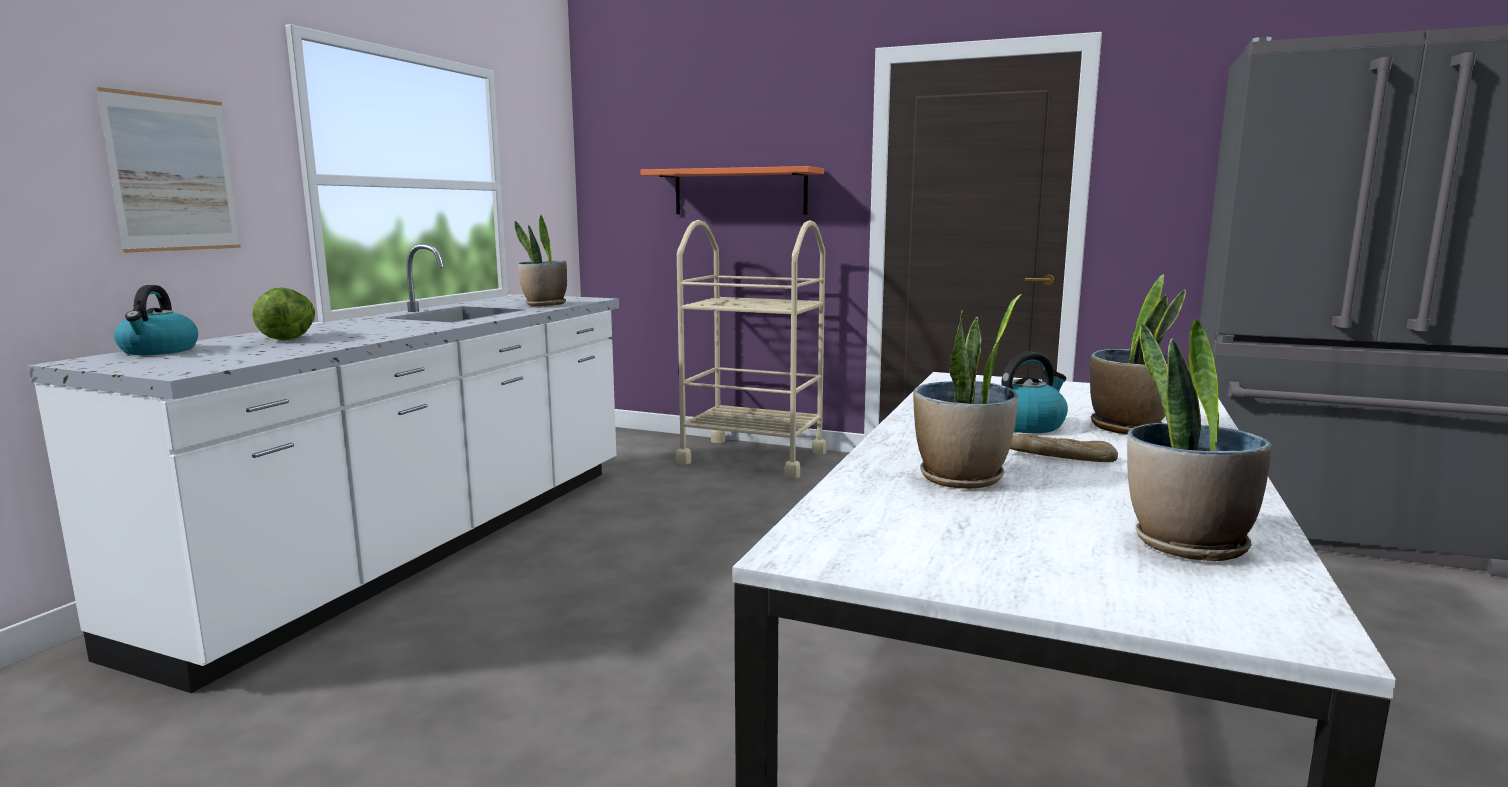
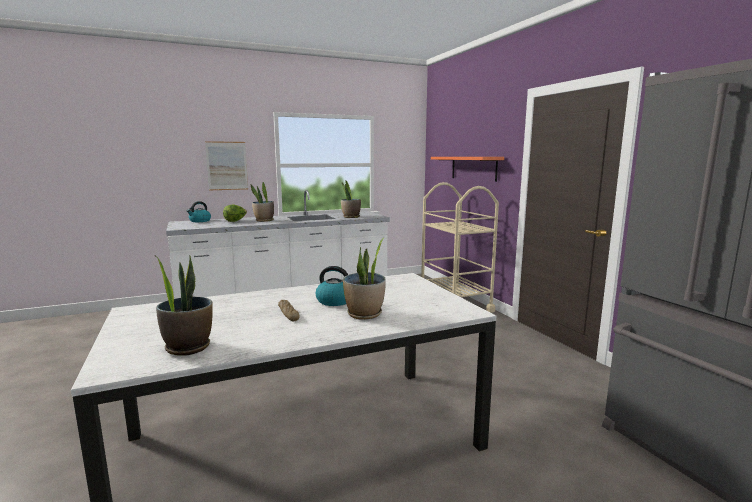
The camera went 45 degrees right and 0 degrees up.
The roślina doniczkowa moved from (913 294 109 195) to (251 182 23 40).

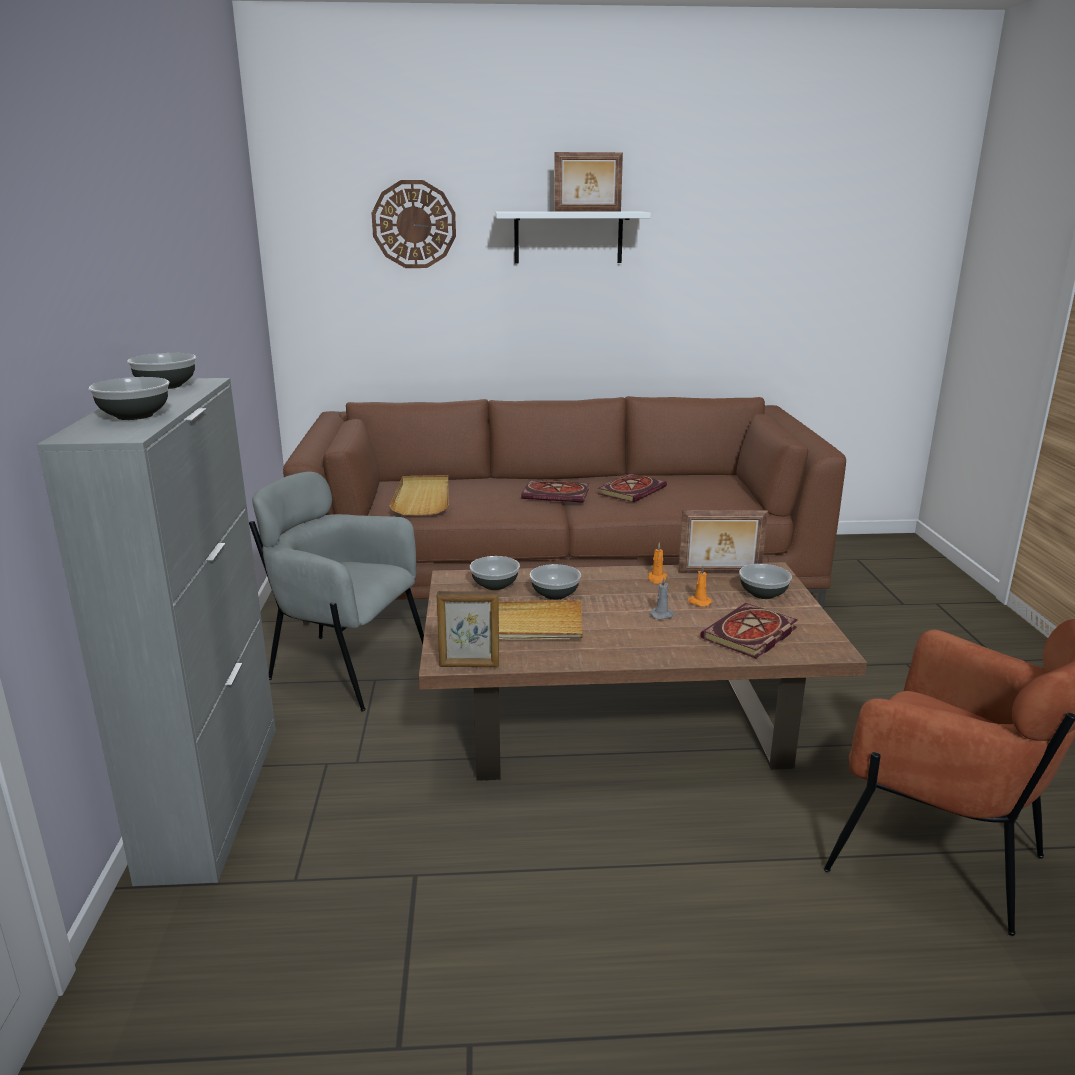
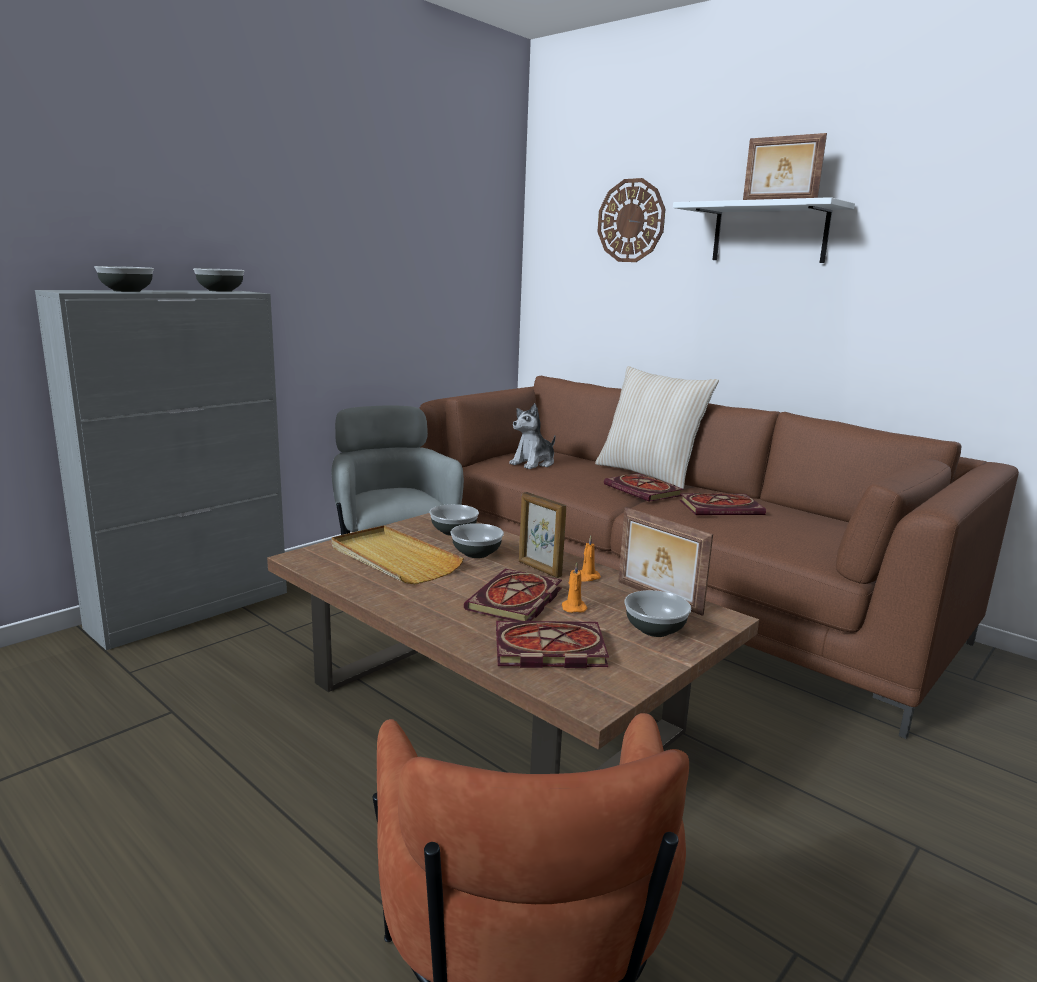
The camera went 45 degrees right and 5 degrees down.
The taca [beżowy] at (390 475 59 40) was replaced by the pluszak at (509 403 46 66).
The świeca [szary] at (650 577 25 42) was replaced by the książka at (464 569 98 52).
The ramka na zdjęcie moved from (437 591 62 76) to (519 492 47 86).
The poduszka [beżowy] at (595 366 124 123) appeared.

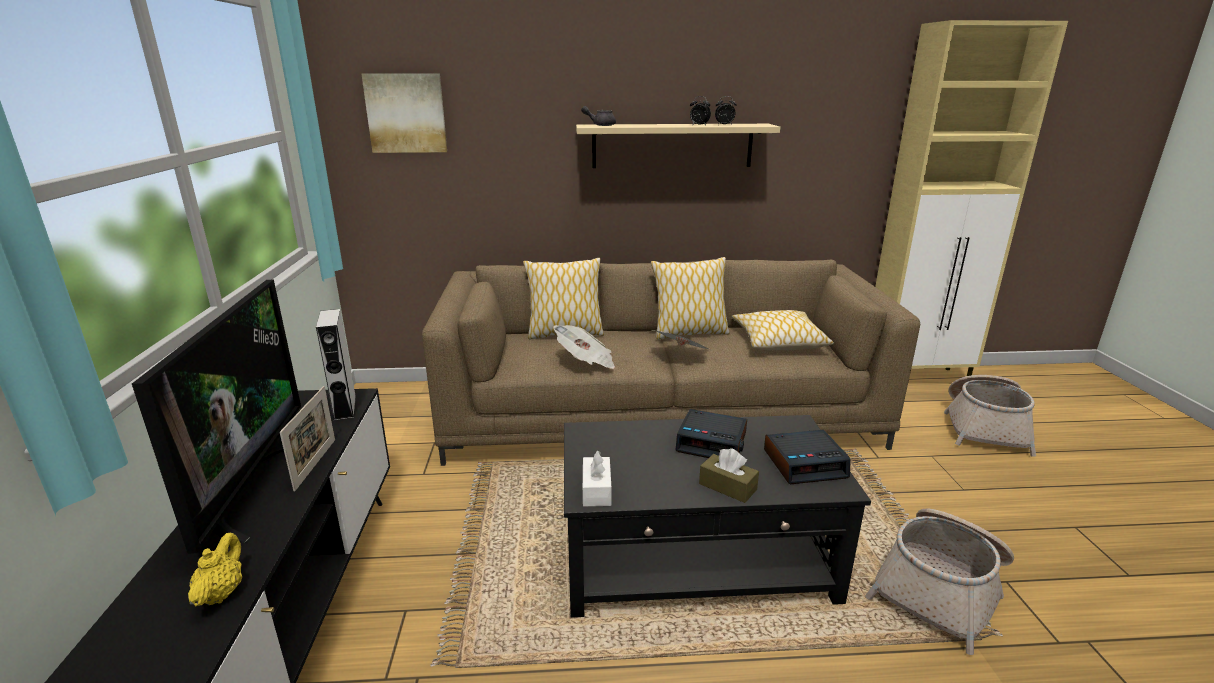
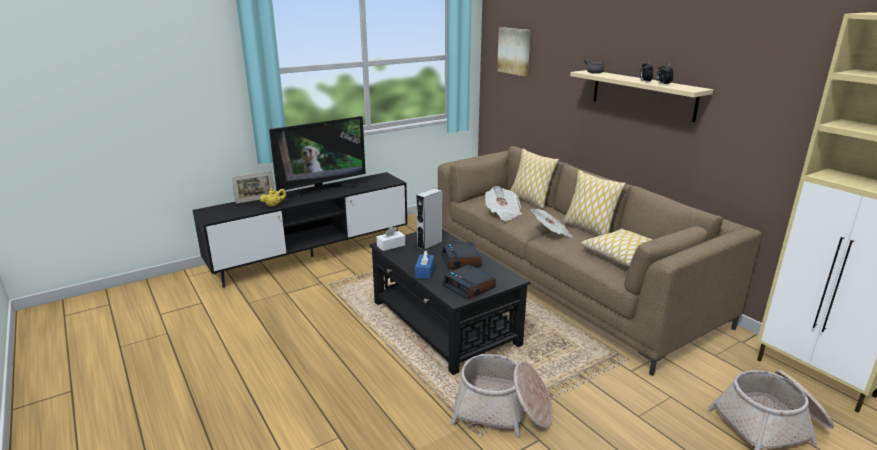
The camera went 60 degrees right and 0 degrees up.
The głośnik [szary] moved from (316 309 40 112) to (416 188 26 62).
The ramka na zdjęcie moved from (280 386 55 105) to (232 171 42 33).
The pudełko chusteczek [brązowy] at (699 448 60 55) became the pudełko chusteczek [niebieski] at (415 250 19 29).

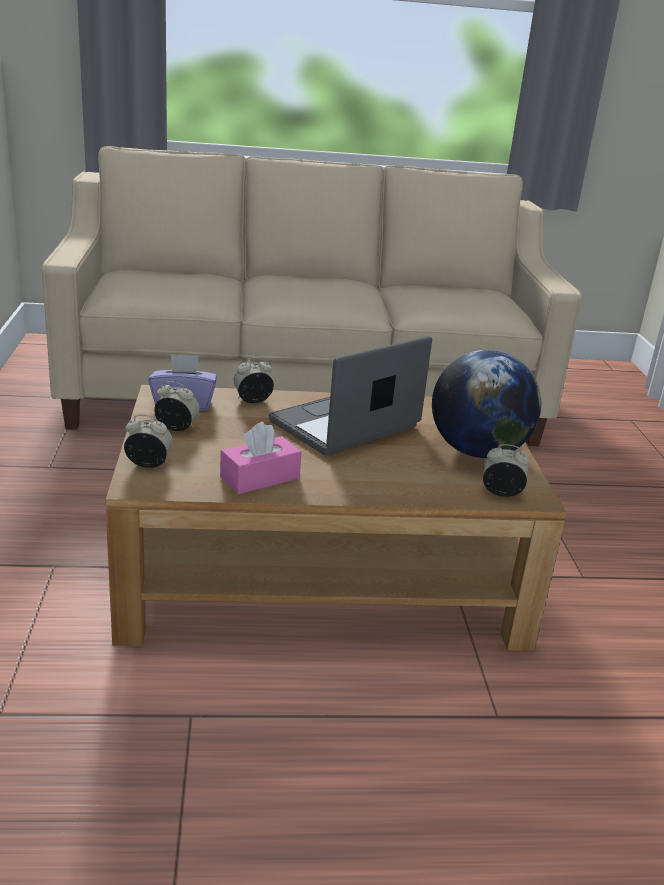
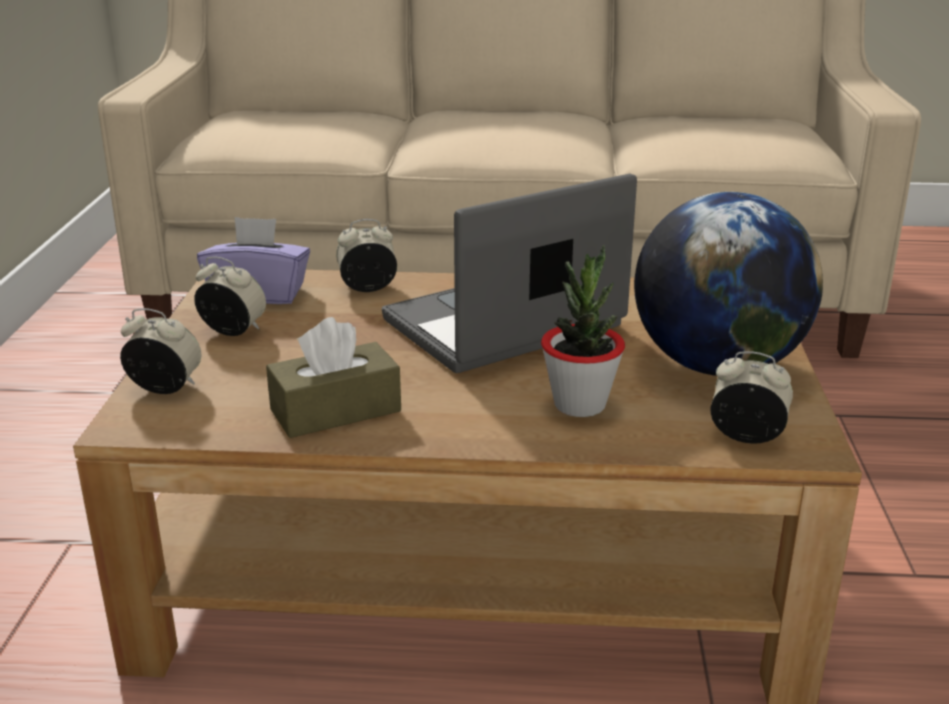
The camera went 10 degrees right and 0 degrees up.
The pudełko chusteczek [różowy] at (220 422 82 72) became the pudełko chusteczek [brązowy] at (266 317 135 121).
The roślina doniczkowa at (541 245 84 172) appeared.

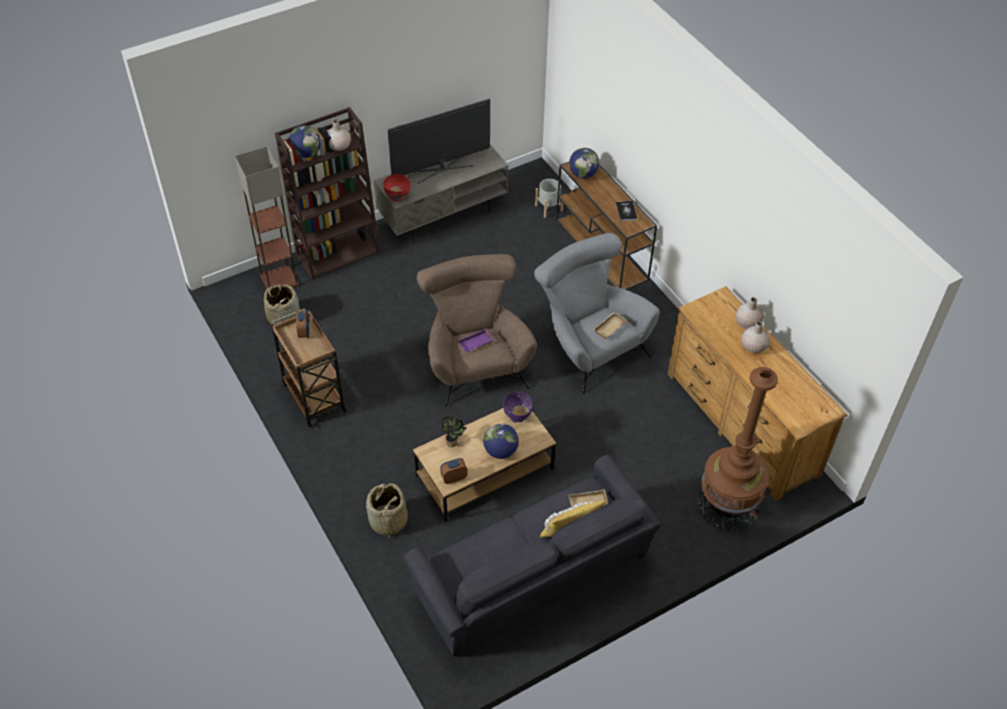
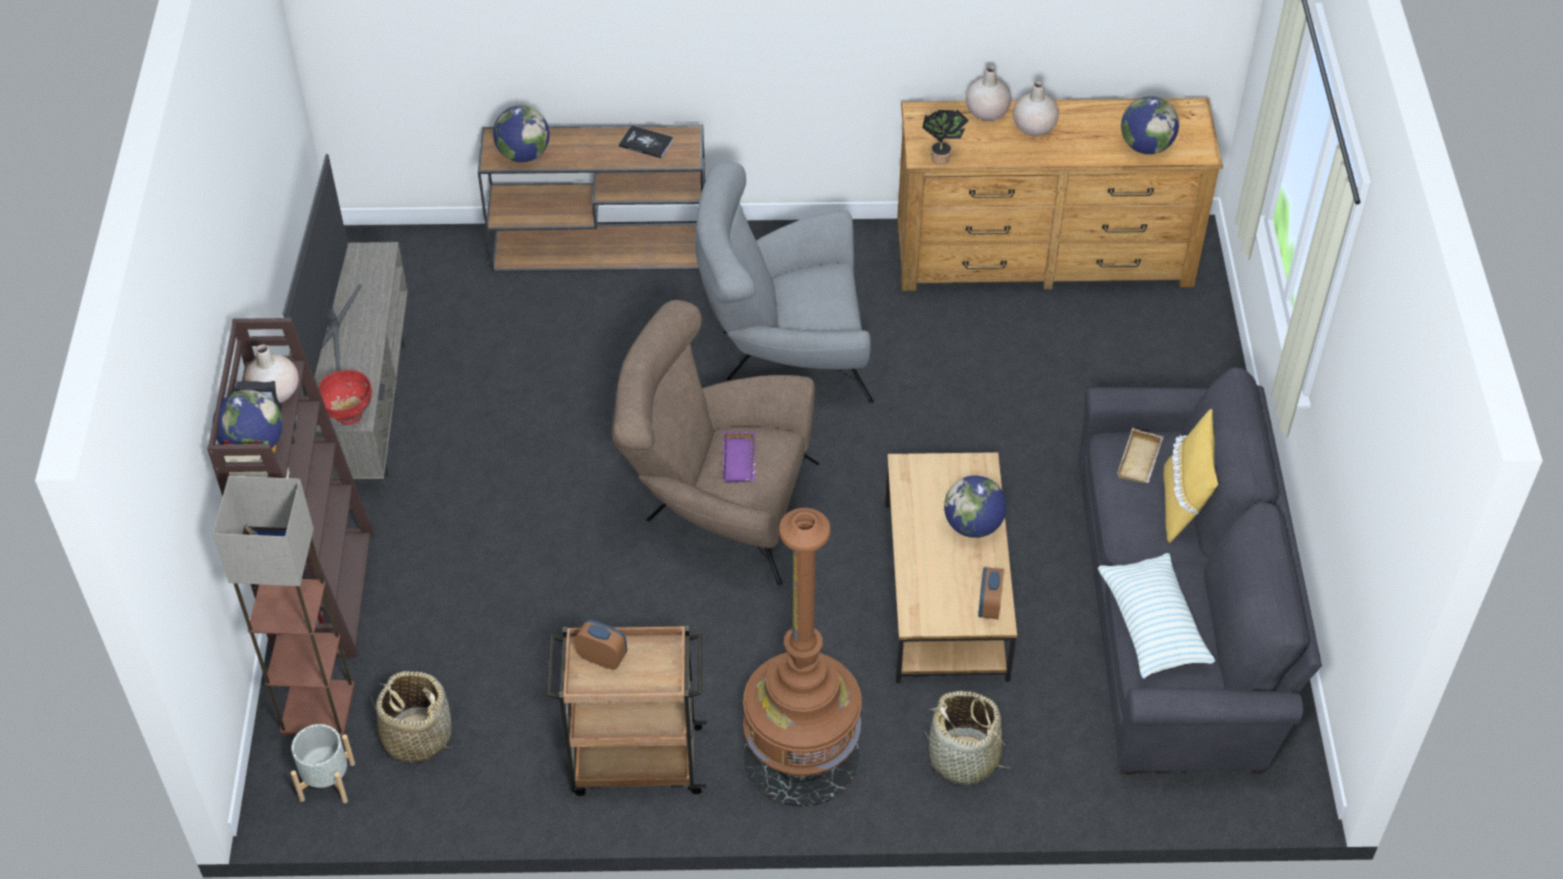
The camera went 60 degrees left and 0 degrees up.
The donica [szary] moved from (535 179 28 39) to (291 724 64 79).
The taca [beżowy] at (593 312 34 27) disappeared.
The lampa stojąca [brązowy] moved from (697 367 81 164) to (743 508 119 299).
The miska [fioletowy] at (503 391 30 31) disappeared.
The roślina doniczkowa moved from (441 415 26 32) to (922 109 47 56).
The globus at (1121 96 58 58) appeared.
The poduszka at (1098 553 118 126) appeared.

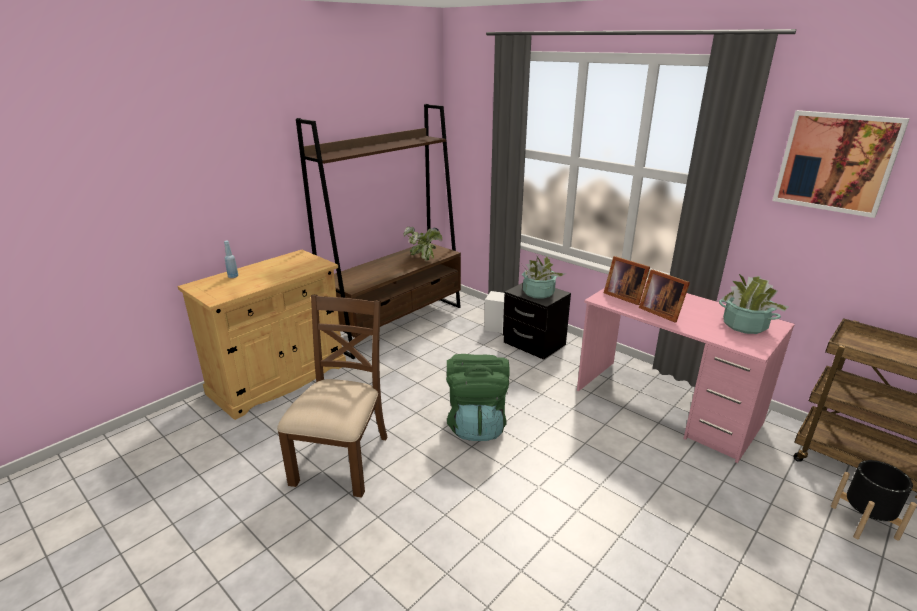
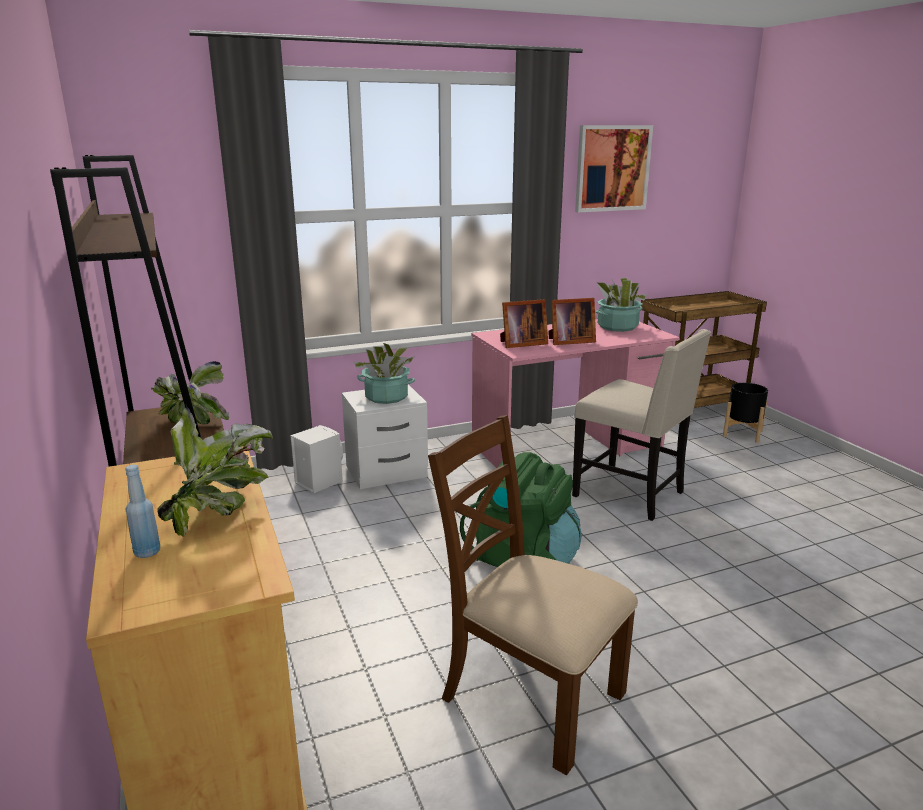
The camera went 65 degrees left and 5 degrees down.
The szafka nocna [czarny] at (503 283 68 77) became the szafka nocna [biały] at (342 384 86 105).
The krzesło [beżowy] at (572 329 139 192) appeared.
The roślina doniczkowa at (157 404 116 133) appeared.

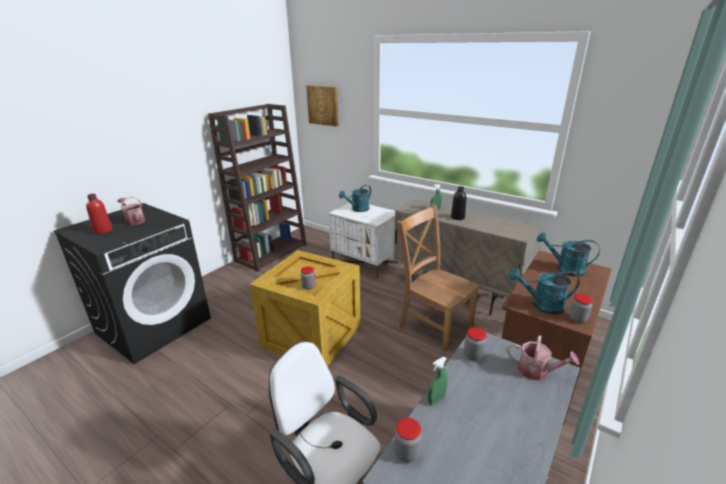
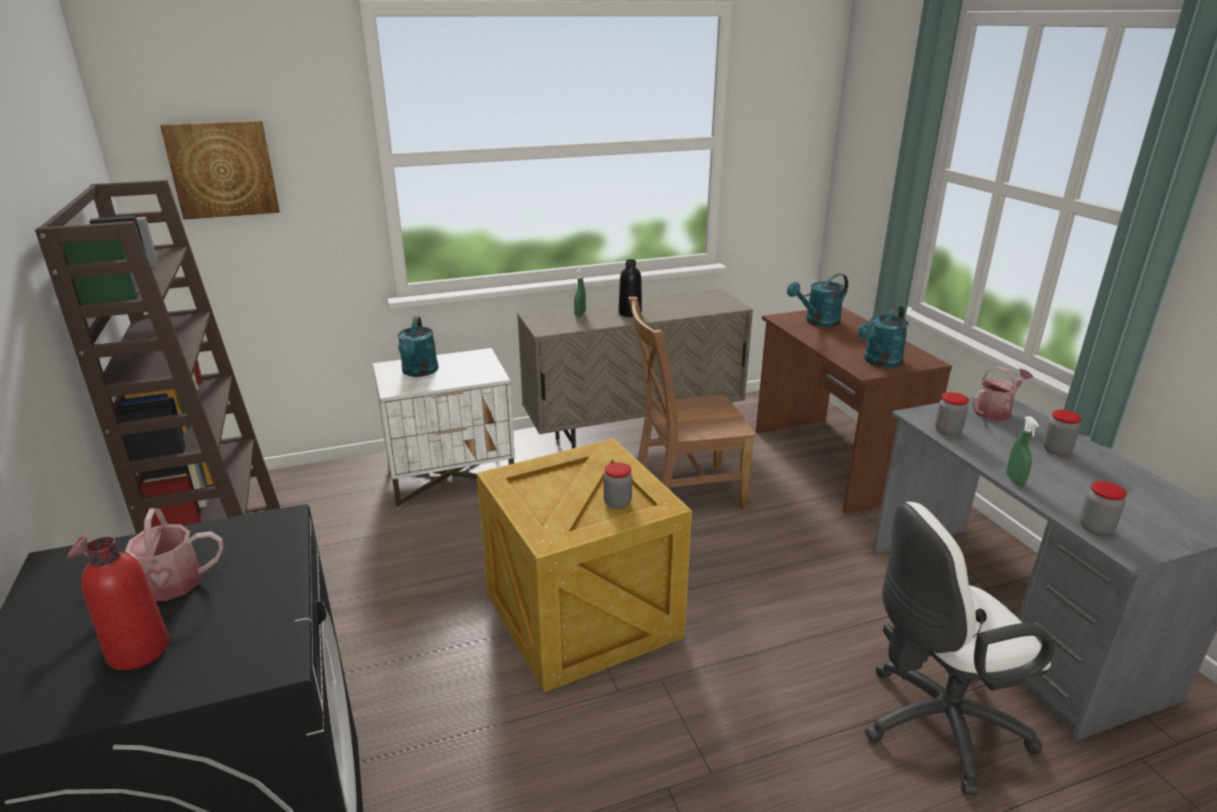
The camera went 55 degrees left and 0 degrees up.
The słoik moved from (569 294 24 29) to (1043 410 39 46).

